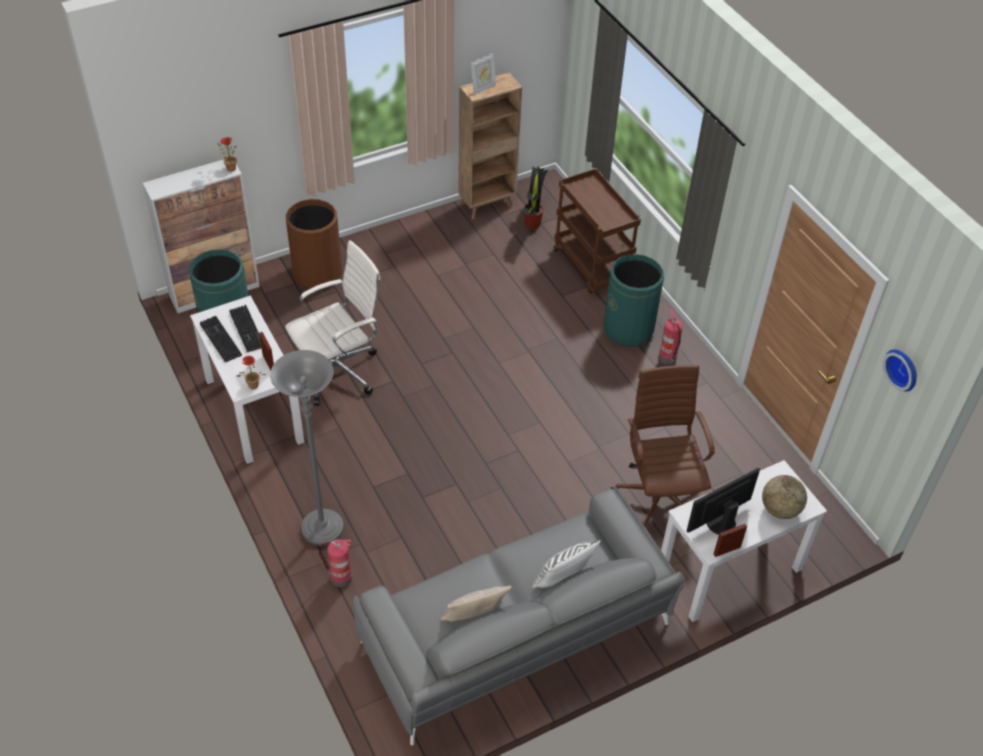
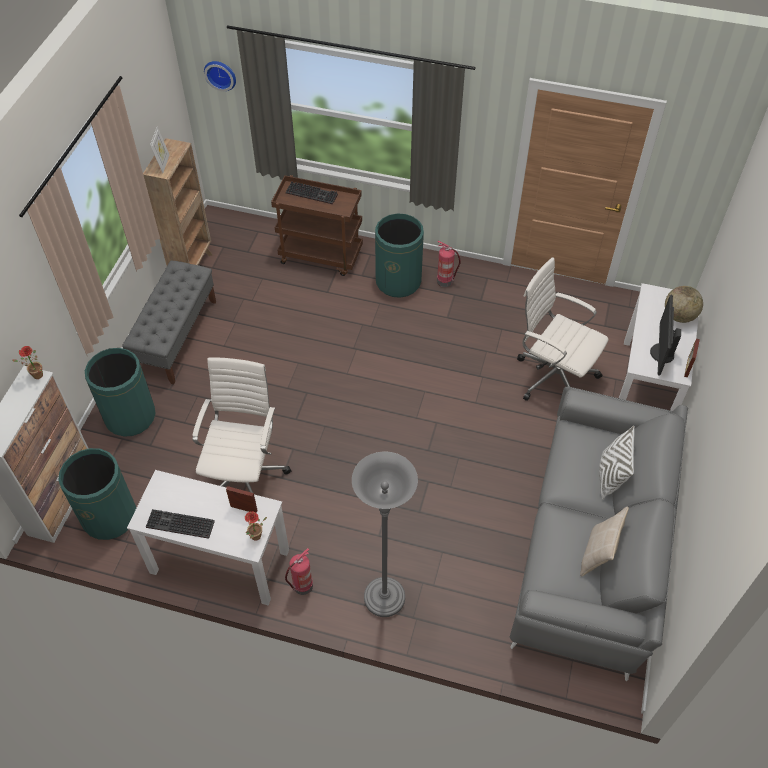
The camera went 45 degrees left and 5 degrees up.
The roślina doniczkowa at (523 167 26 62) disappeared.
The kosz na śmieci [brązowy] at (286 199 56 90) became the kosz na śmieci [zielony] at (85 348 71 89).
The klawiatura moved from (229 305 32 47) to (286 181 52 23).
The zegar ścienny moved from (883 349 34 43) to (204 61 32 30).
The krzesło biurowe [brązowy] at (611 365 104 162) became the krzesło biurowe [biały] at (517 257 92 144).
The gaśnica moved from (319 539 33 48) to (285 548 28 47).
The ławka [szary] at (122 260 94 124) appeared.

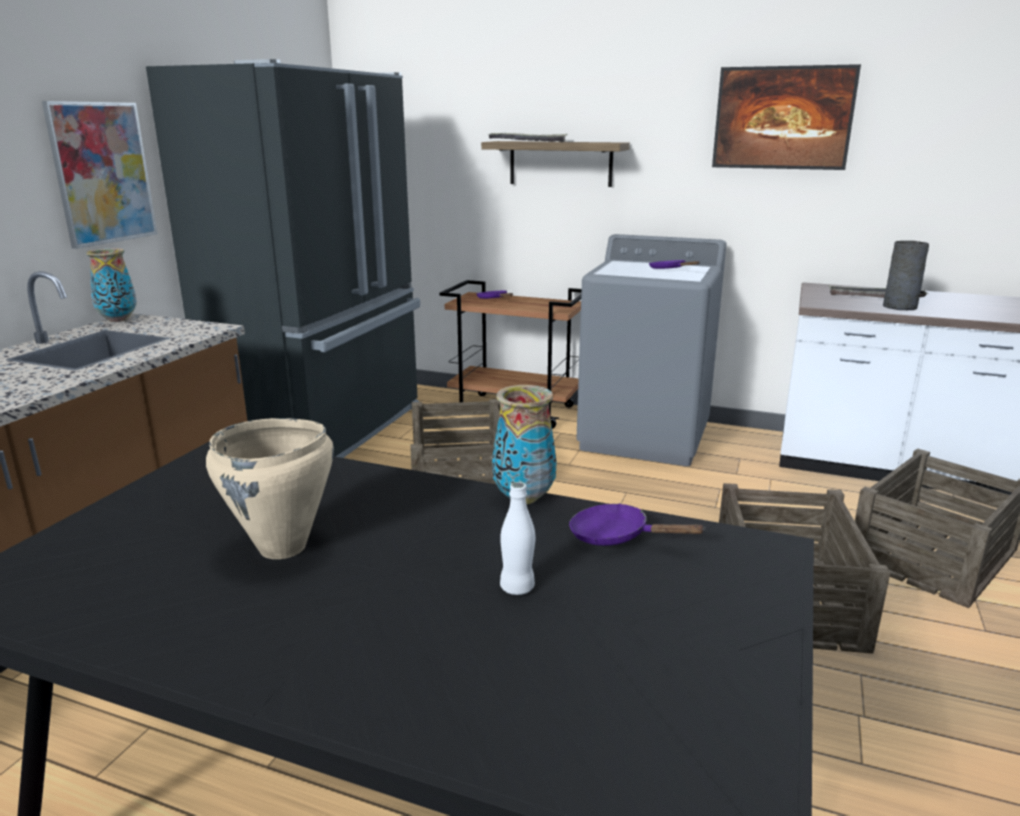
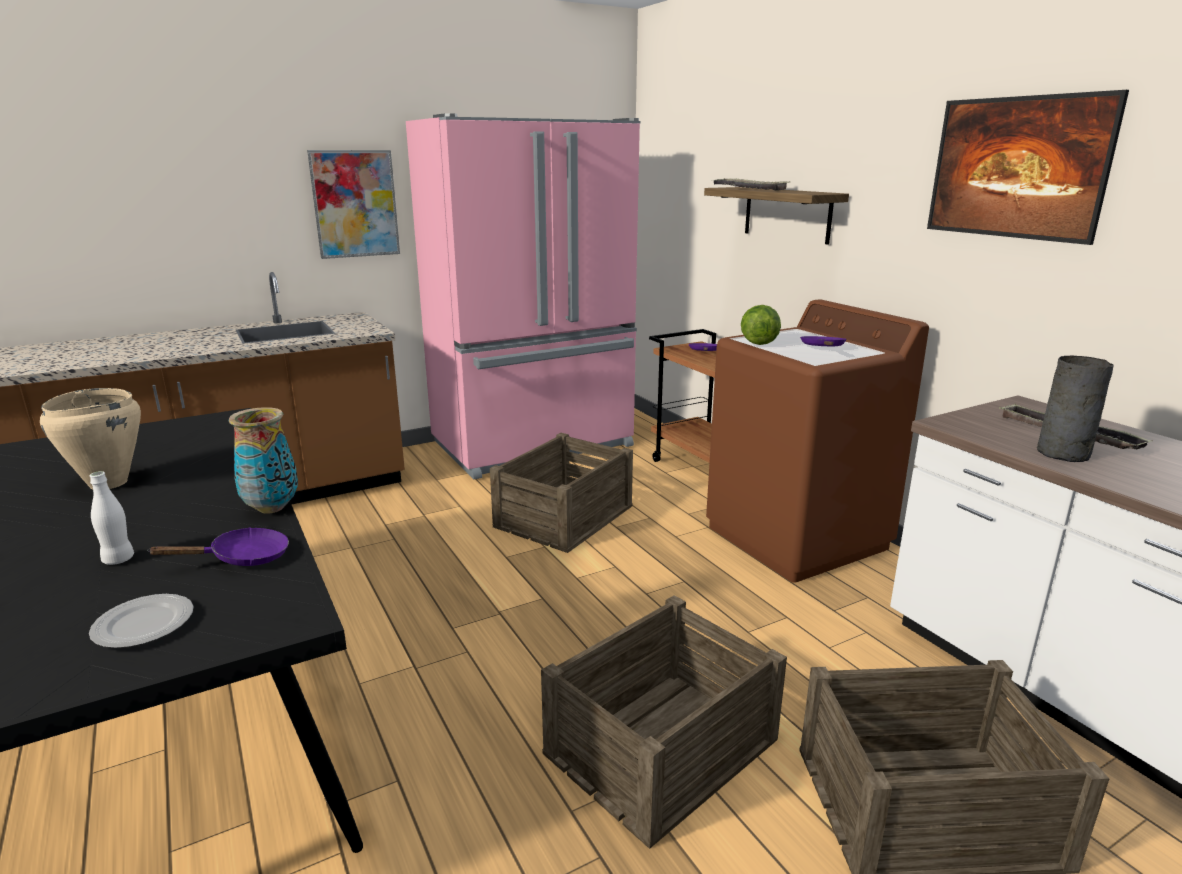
The camera went 40 degrees right and 0 degrees up.
The lodówka [czarny] at (146 59 274 399) became the lodówka [różowy] at (406 113 234 366).
The pralka [szary] at (576 234 151 232) became the pralka [brązowy] at (706 299 223 284).
The wazon at (86 248 51 74) disappeared.
The patelnia [fioletowy] at (569 503 137 43) turned 90 degrees clockwise.
The sałata at (741 305 40 40) appeared.
The talerz at (89 594 105 54) appeared.

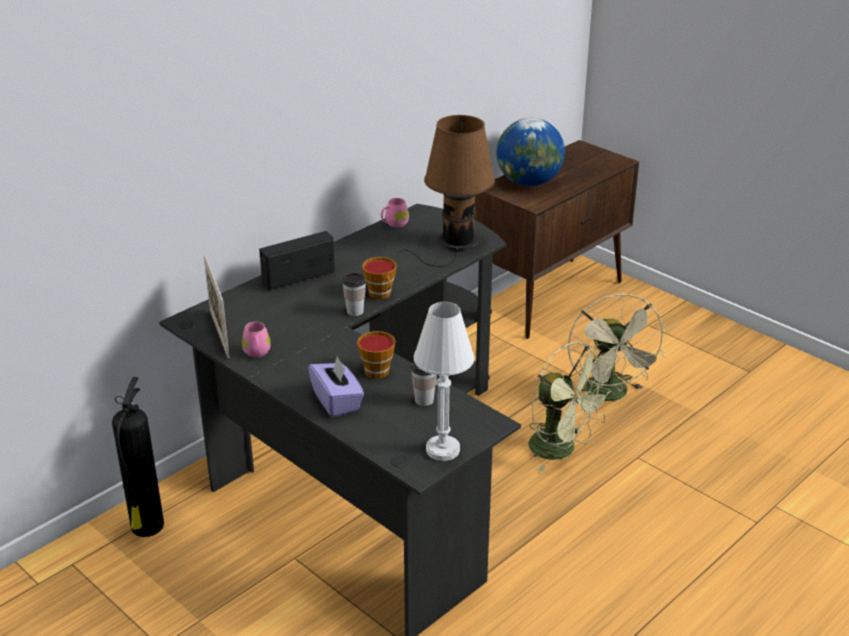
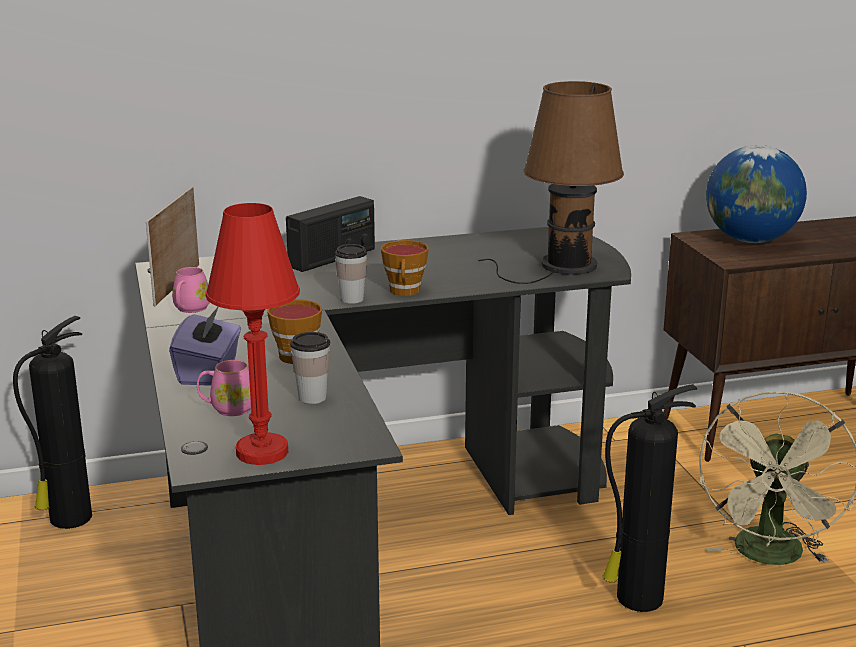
The camera went 30 degrees right and 10 degrees down.
The kubek [różowy] moved from (381 198 28 29) to (197 360 54 56).
The radio at (259 231 76 59) turned 135 degrees clockwise.
The lampa stołowa [biały] at (414 302 61 159) became the lampa stołowa [czerwony] at (206 203 94 262).
The wentylator [zielony] at (528 342 86 130) was replaced by the gaśnica at (602 384 95 228).

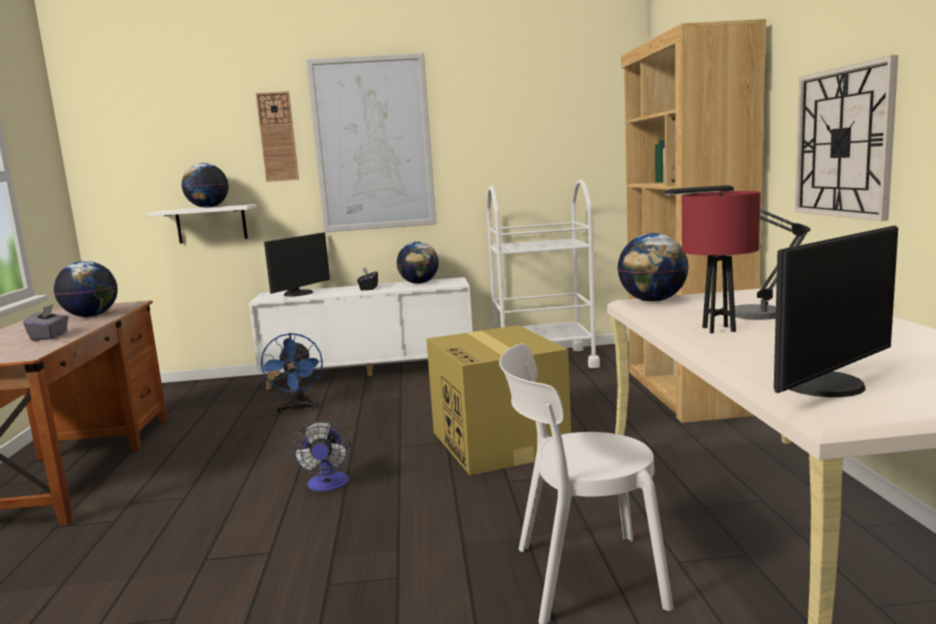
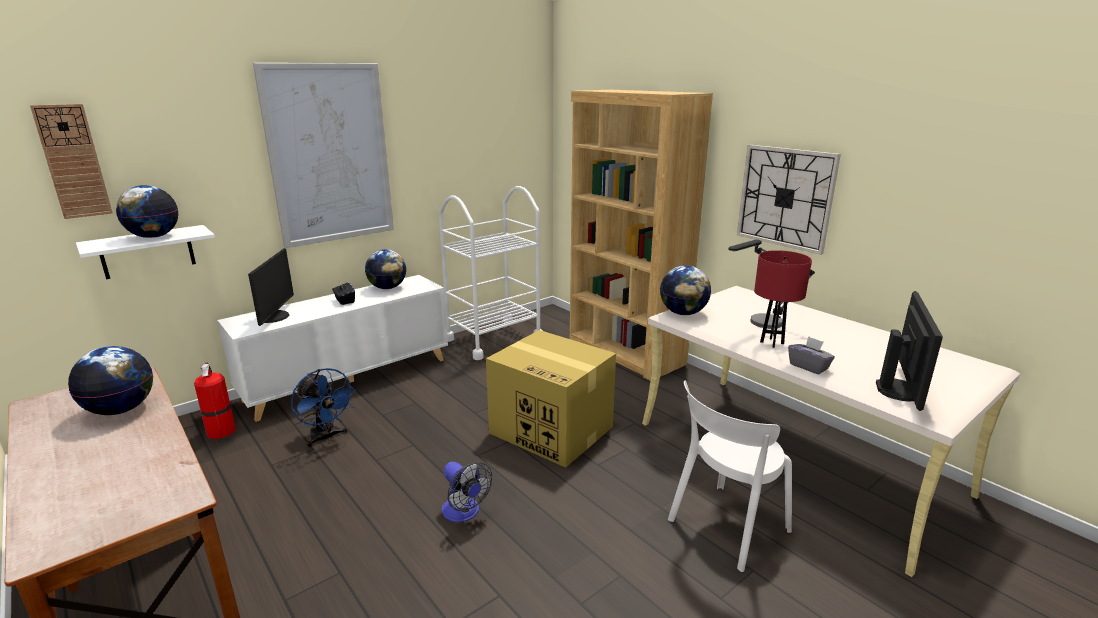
The camera went 35 degrees left and 10 degrees up.
The zegar ścienny moved from (256 91 43 91) to (30 104 83 115).
The pudełko chusteczek [szary] moved from (23 304 46 37) to (788 336 47 38).
The gaśnica at (194 362 42 77) appeared.

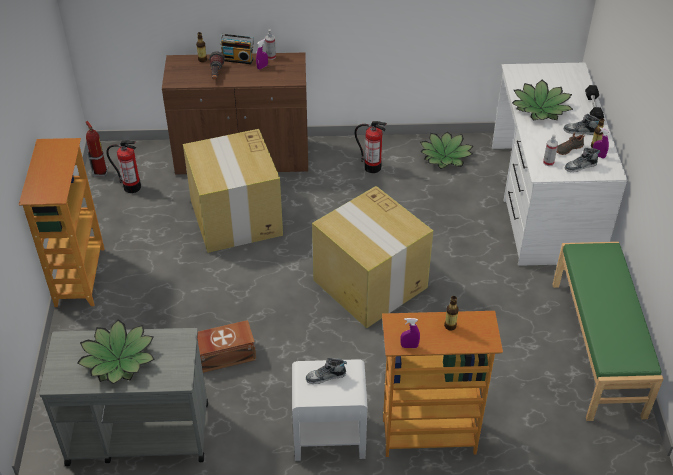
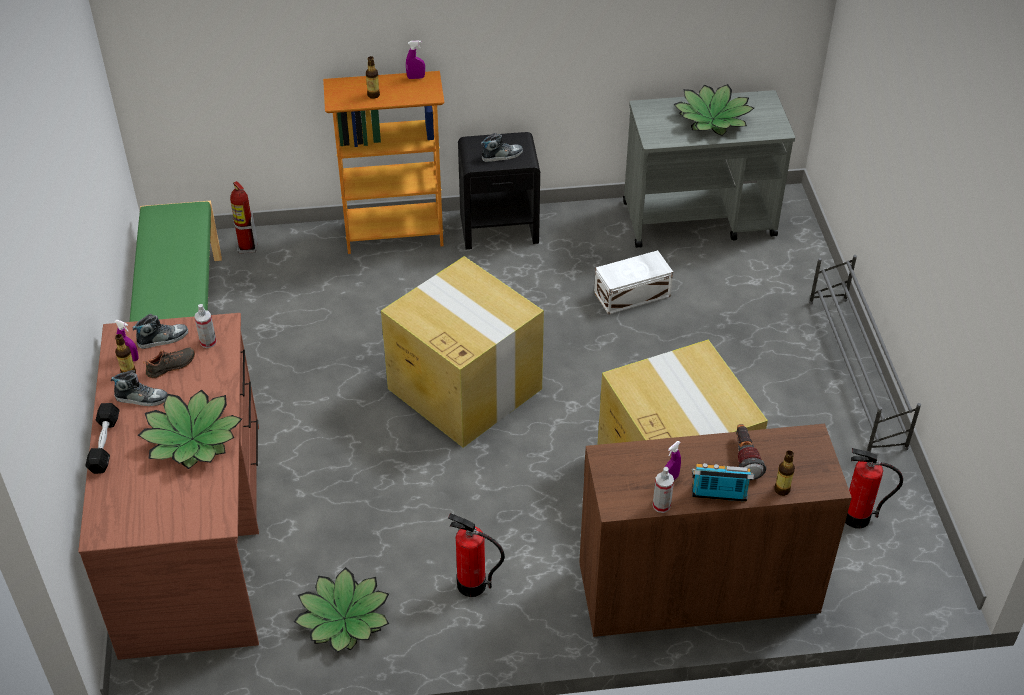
The camera went 175 degrees right and 0 degrees up.
The biurko [biały] at (492 62 135 204) became the biurko [brązowy] at (78 313 181 347).
The gaśnica moved from (86 121 22 56) to (230 181 27 72).
The regał at (19 138 86 169) was replaced by the regał na buty [szary] at (809 255 112 197).
The pojemnik do przechowywania [brązowy] at (197 320 59 53) became the pojemnik do przechowywania [biały] at (594 250 79 65).
The szafka nocna [biały] at (292 359 76 102) became the szafka nocna [czarny] at (458 132 82 117).

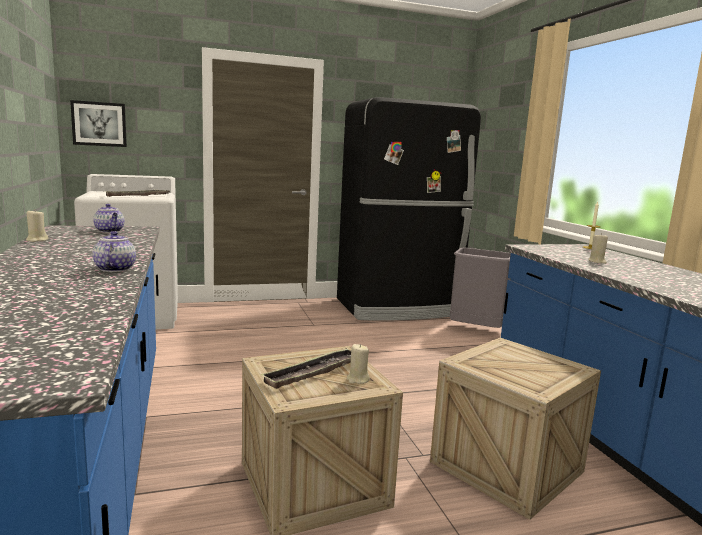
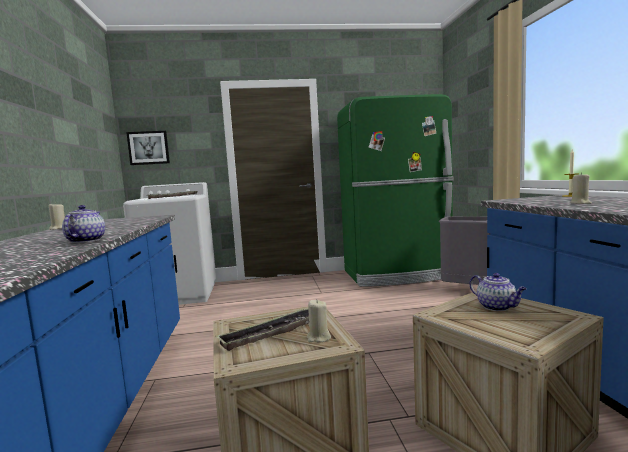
The camera went 10 degrees right and 5 degrees down.
The lodówka [czarny] at (337 97 144 224) became the lodówka [zielony] at (337 94 117 193).
The imbryk moved from (93 204 31 29) to (470 273 57 38).

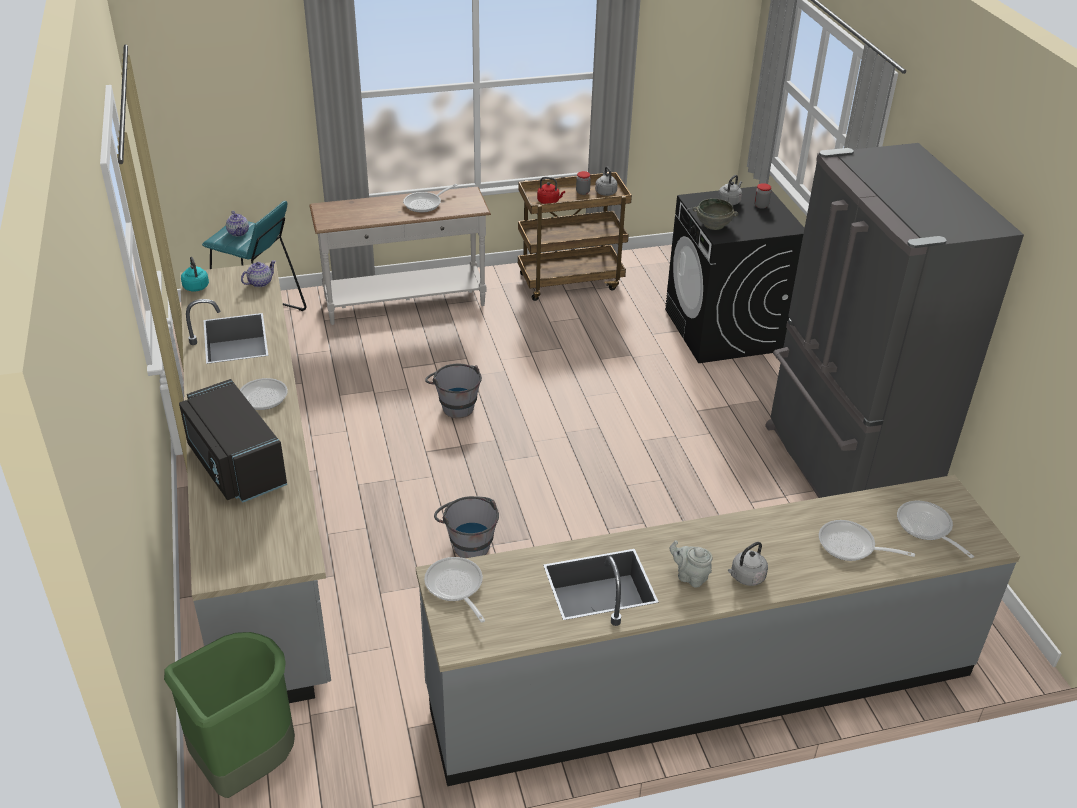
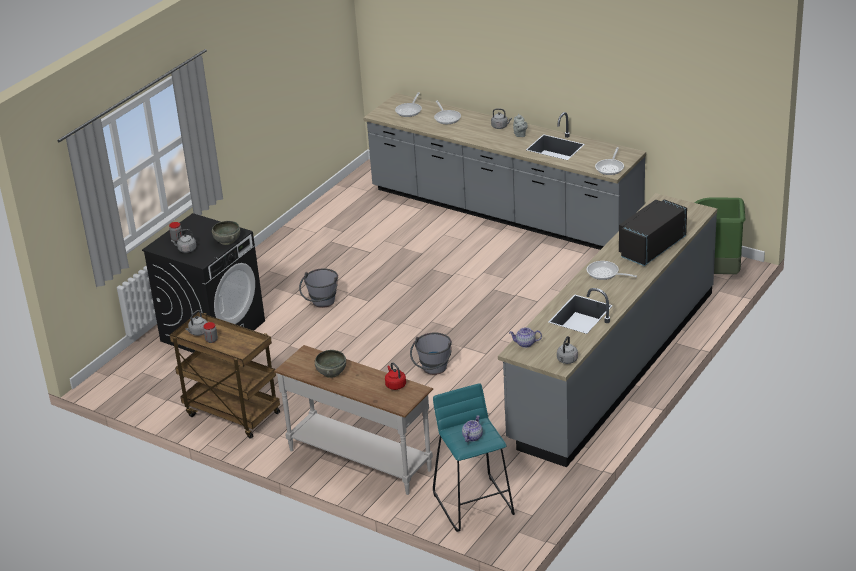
The camera went 130 degrees left and 5 degrees down.
The lodówka [szary] at (765 143 259 355) disappeared.
The czajnik [czerwony] moved from (537 177 28 27) to (385 362 21 28).
The patelnia at (403 184 54 28) was replaced by the miska [szary] at (315 350 31 28).
The czajnik [turkusowy] at (181 257 28 35) became the czajnik [szary] at (557 336 21 28).
The mikrofalówka [czarny] at (179 379 108 124) turned 150 degrees counterclockwise.
The wiadro [szary] moved from (434 496 65 62) to (299 268 39 40).

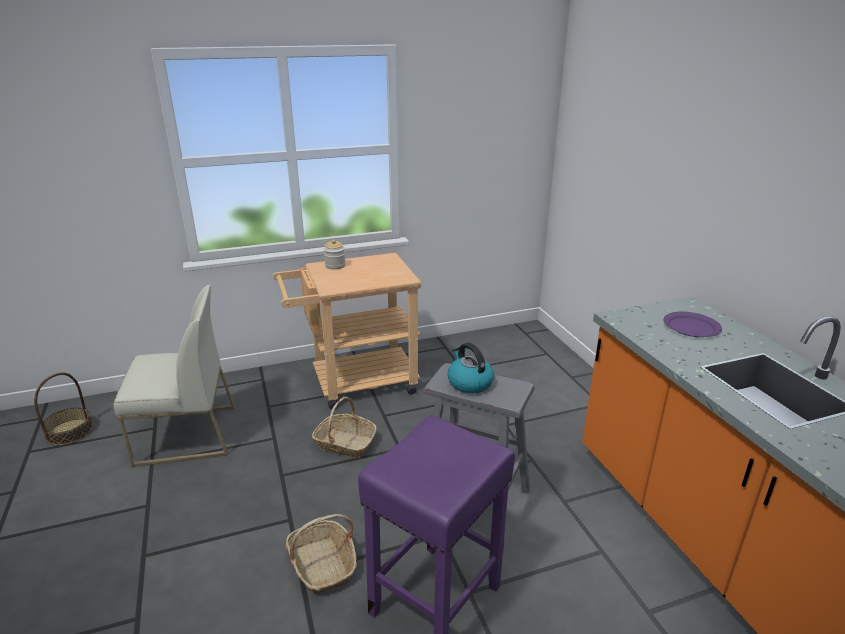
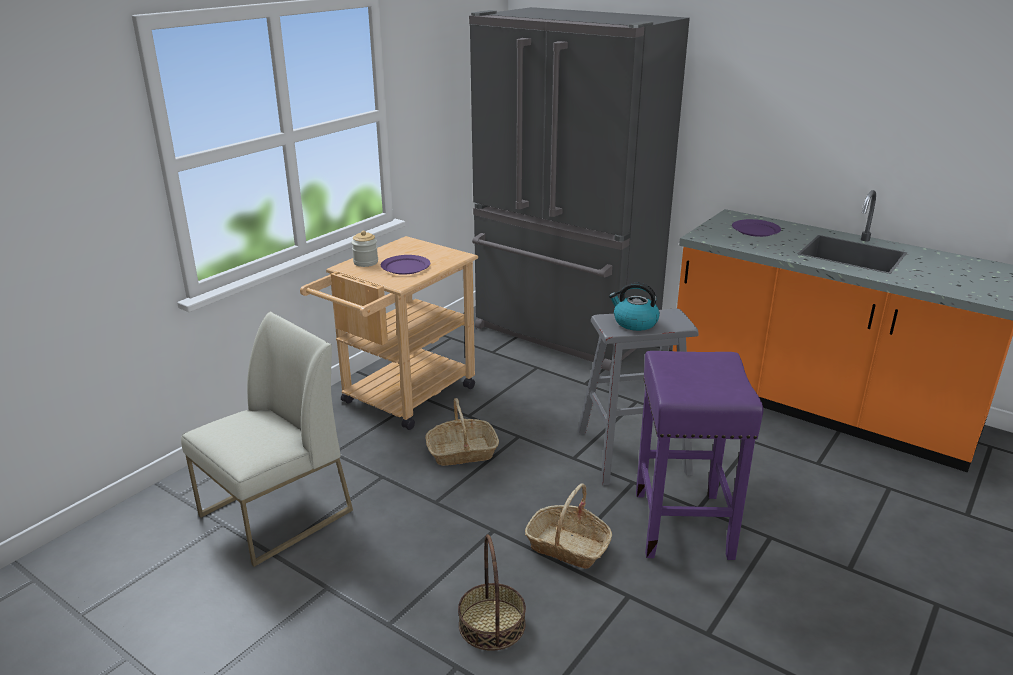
The camera went 35 degrees left and 0 degrees up.
The koszyk moved from (34 372 59 74) to (458 534 68 117).
The lodówka [szary] at (469 7 221 364) appeared.
The talerz [fioletowy] at (381 255 49 20) appeared.

